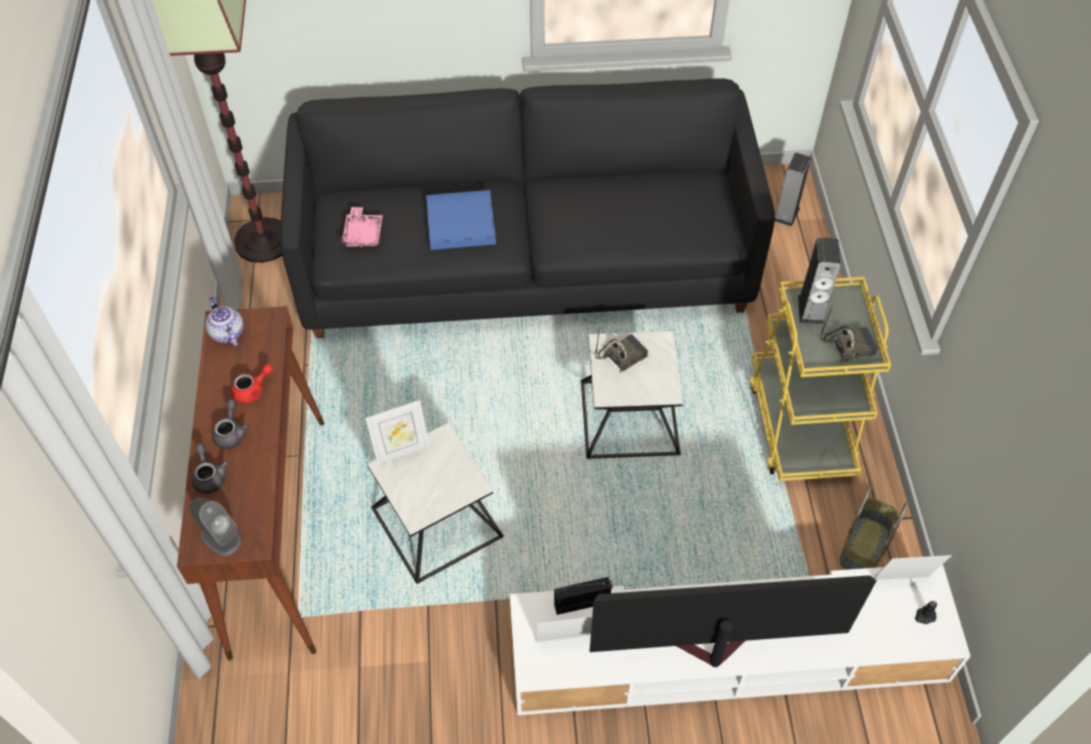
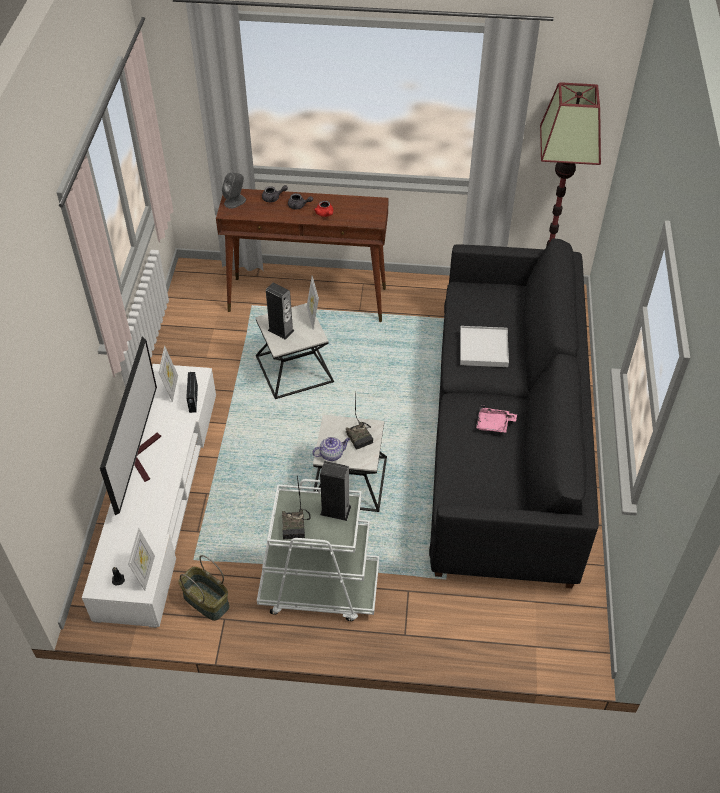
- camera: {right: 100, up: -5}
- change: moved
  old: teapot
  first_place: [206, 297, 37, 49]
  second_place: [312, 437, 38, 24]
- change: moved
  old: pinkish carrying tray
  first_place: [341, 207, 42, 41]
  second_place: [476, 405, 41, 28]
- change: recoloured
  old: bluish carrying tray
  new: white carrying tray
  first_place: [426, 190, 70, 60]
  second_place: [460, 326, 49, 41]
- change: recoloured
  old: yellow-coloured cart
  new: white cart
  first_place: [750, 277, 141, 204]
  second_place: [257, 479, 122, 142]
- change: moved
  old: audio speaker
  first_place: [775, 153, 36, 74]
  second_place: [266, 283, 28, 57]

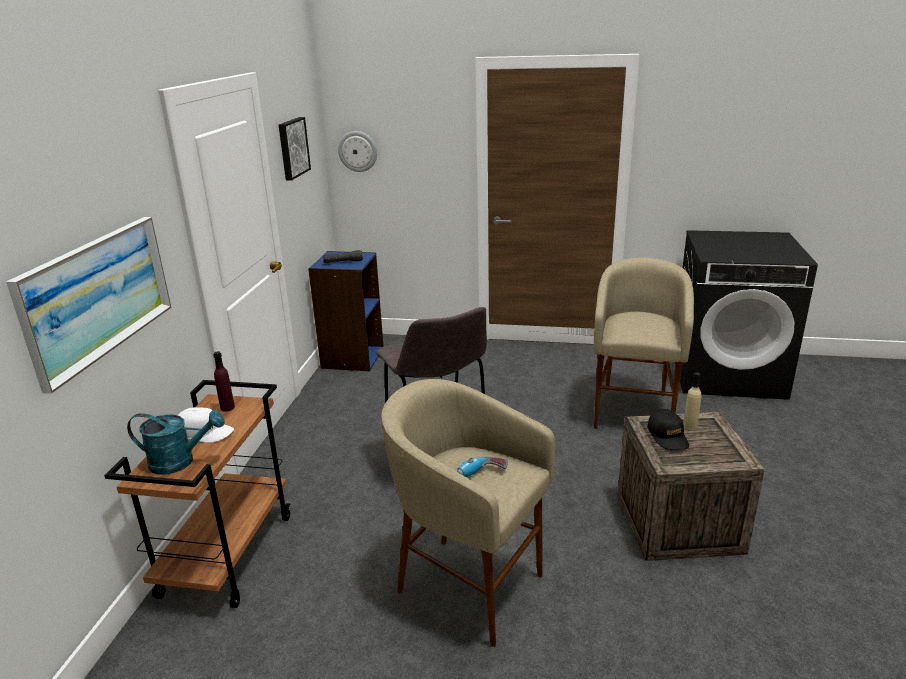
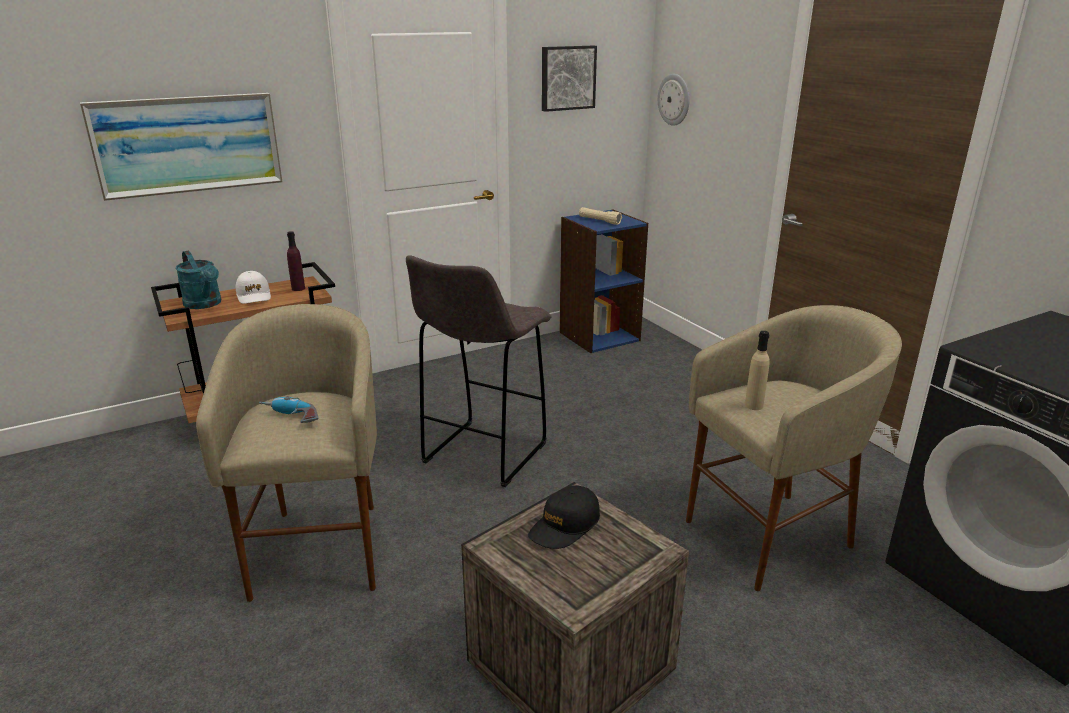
- camera: {right: 50, up: 0}
- change: recoloured
  old: blackish flashlight
  new: beige-coloured flashlight
  first_place: [323, 250, 40, 13]
  second_place: [579, 207, 43, 18]
- change: moved
  old: beige-coloured drink bottle
  first_place: [683, 372, 18, 58]
  second_place: [745, 331, 25, 79]

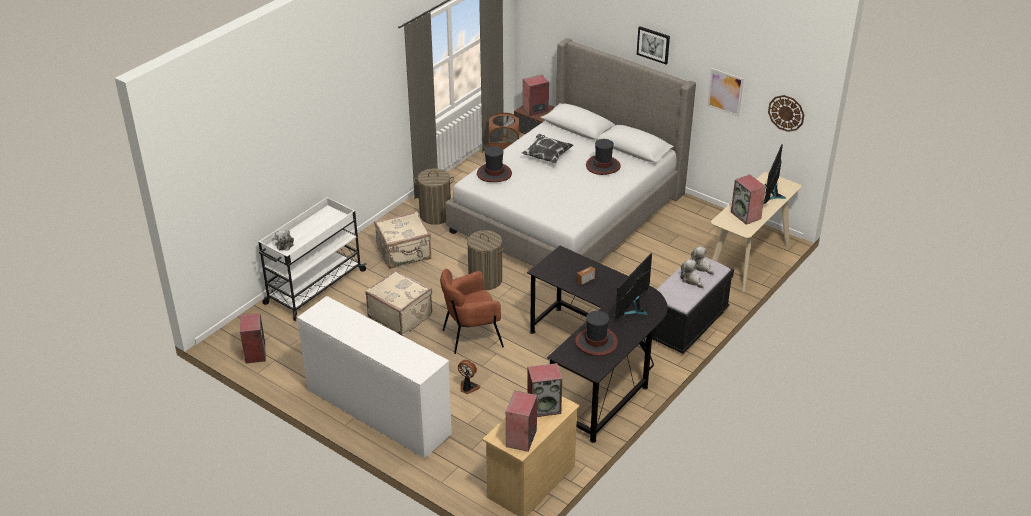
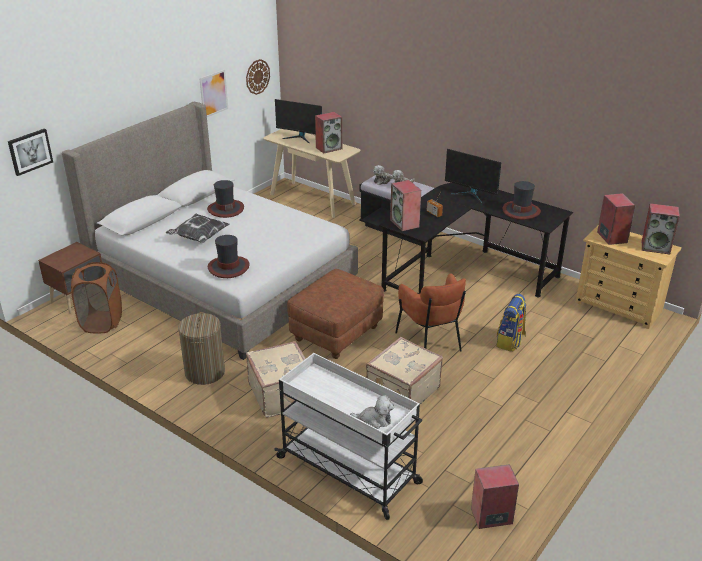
- camera: {right: -90, up: -5}
- change: removed
  old: white chest of drawers
  first_place: [297, 296, 155, 163]
- change: replaced
  old: fan
  new: rucksack
  first_place: [458, 360, 22, 34]
  second_place: [496, 294, 30, 58]
- change: replaced
  old: laundry basket
  new: brown-coloured ottoman
  first_place: [467, 230, 37, 60]
  second_place: [287, 269, 97, 90]
- change: moved
  old: audio speaker
  first_place: [523, 75, 26, 41]
  second_place: [390, 180, 31, 51]
- change: moved
  old: wall picture
  first_place: [637, 26, 33, 38]
  second_place: [8, 129, 45, 47]

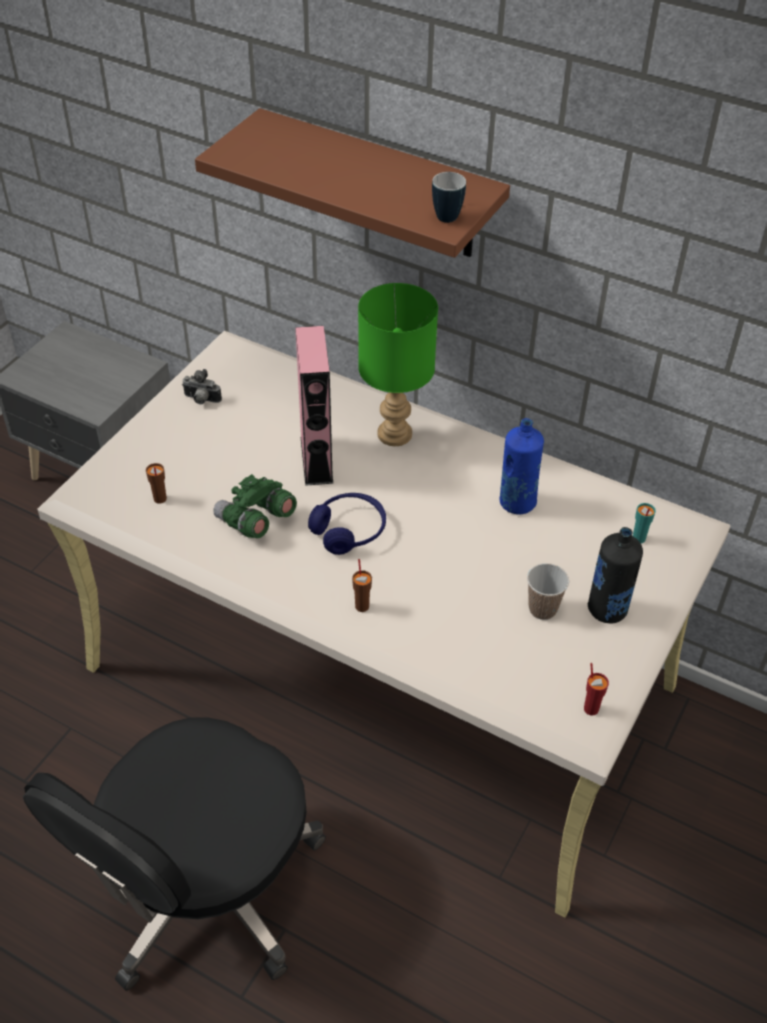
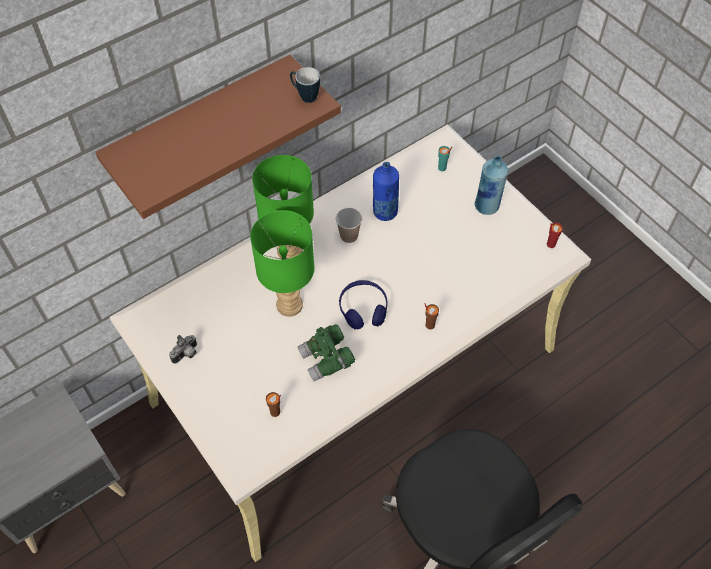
- camera: {right: -65, up: 10}
- change: replaced
  old: pinkish audio speaker
  new: greenish lamp for a table
  first_place: [295, 326, 38, 160]
  second_place: [250, 210, 64, 107]
- change: moved
  old: cup
  first_place: [527, 563, 42, 57]
  second_place: [336, 208, 26, 35]
- change: recoloured
  old: blackish drink bottle
  new: bluish drink bottle
  first_place: [588, 527, 55, 96]
  second_place: [474, 156, 34, 59]

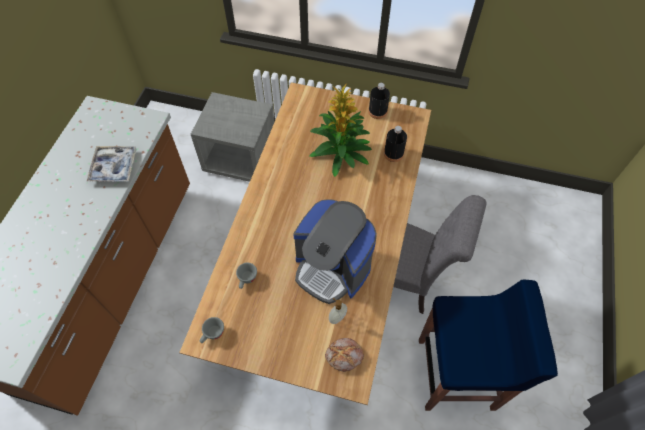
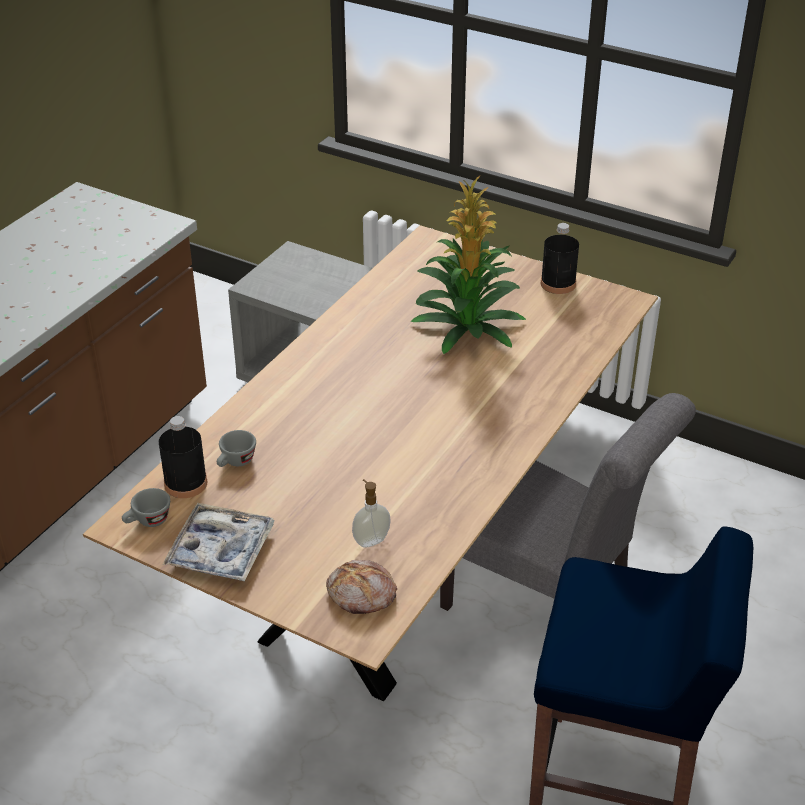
- camera: {right: 15, up: -20}
- change: moved
  old: carrying tray
  first_place: [86, 146, 50, 36]
  second_place: [162, 503, 112, 79]
- change: removed
  old: coffee machine
  first_place: [293, 199, 84, 105]
- change: moved
  old: blackish drink bottle
  first_place: [384, 126, 23, 36]
  second_place: [159, 416, 48, 82]

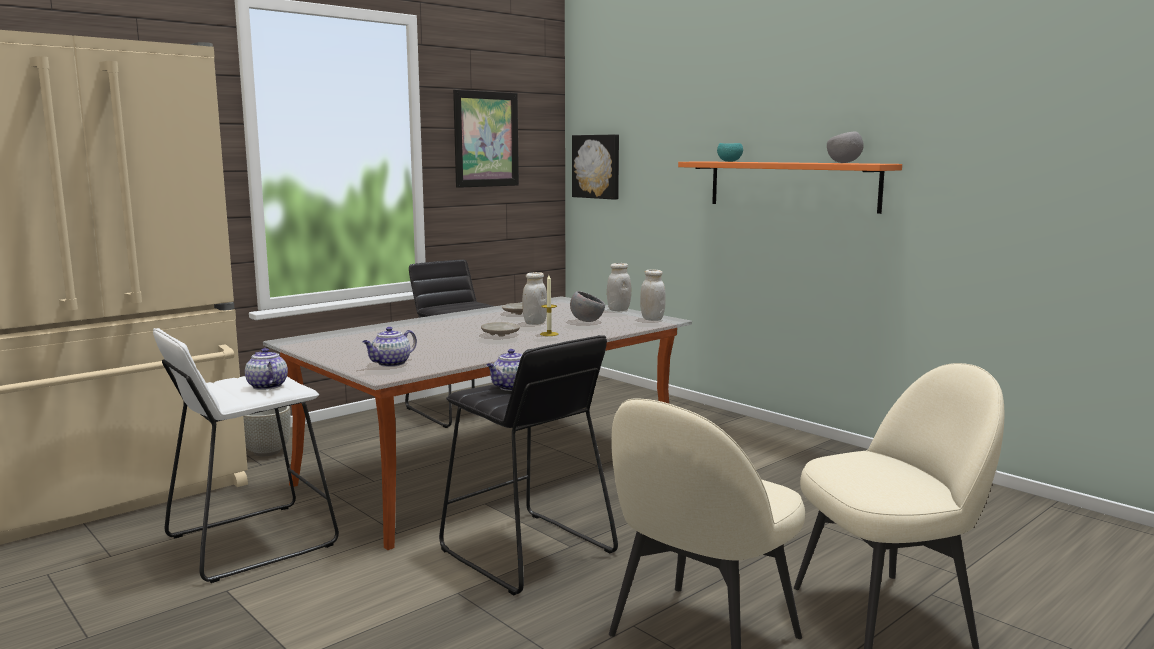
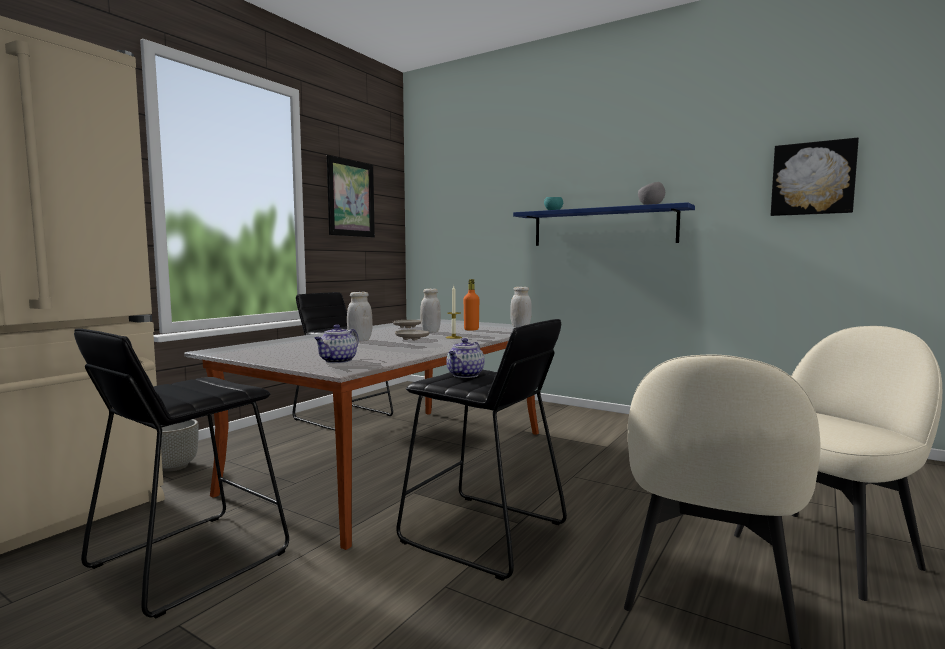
- camera: {right: -15, up: -5}
- change: recoloured
  old: white stool
  new: blackish stool
  first_place: [153, 328, 186, 255]
  second_place: [74, 329, 215, 290]
- change: removed
  old: teapot
  first_place: [245, 348, 43, 42]
- change: replaced
  old: gray bowl
  new: orange drink bottle
  first_place: [570, 291, 35, 31]
  second_place: [464, 279, 15, 52]
- change: moved
  old: wall picture
  first_place: [572, 135, 47, 65]
  second_place: [771, 138, 88, 78]
- change: moved
  old: white preserve jar
  first_place: [607, 263, 24, 48]
  second_place: [347, 292, 26, 49]
- change: recoloured
  old: orange shelf
  new: bluish shelf
  first_place: [678, 161, 224, 53]
  second_place: [513, 202, 182, 44]

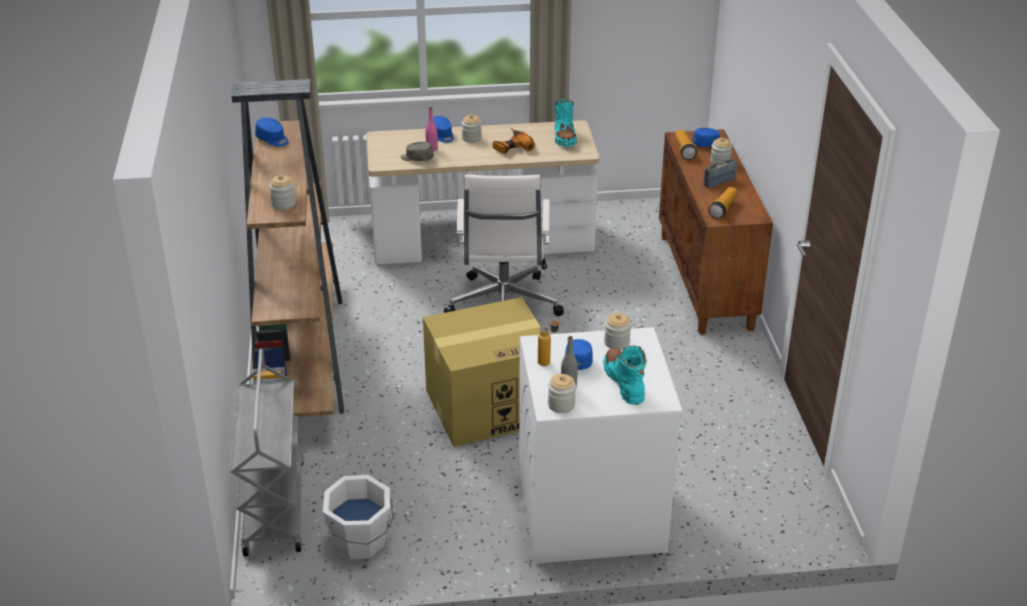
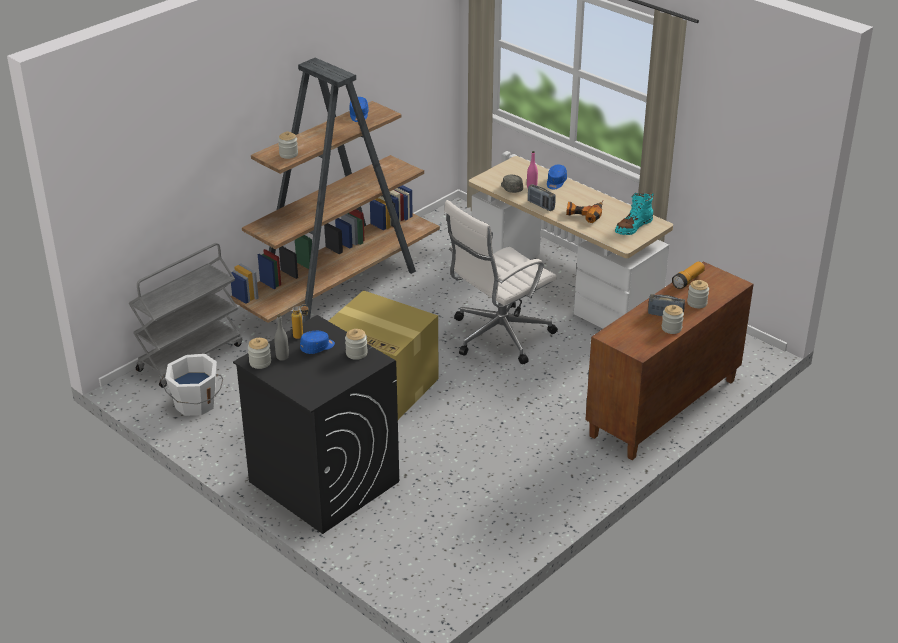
- camera: {right: 50, up: 0}
- change: moved
  old: preserve jar
  first_place: [462, 114, 20, 29]
  second_place: [662, 305, 22, 29]
- change: recoloured
  old: white laundry machine
  new: blackish laundry machine
  first_place: [519, 327, 163, 237]
  second_place: [233, 315, 166, 219]
- change: removed
  old: turquoise boot
  first_place: [603, 346, 44, 59]
- change: removed
  old: bluish baseball cap
  first_place: [693, 128, 27, 19]
- change: removed
  old: flashlight
  first_place: [708, 187, 30, 32]
- change: added
  new: radio receiver
  second_place: [528, 184, 28, 27]

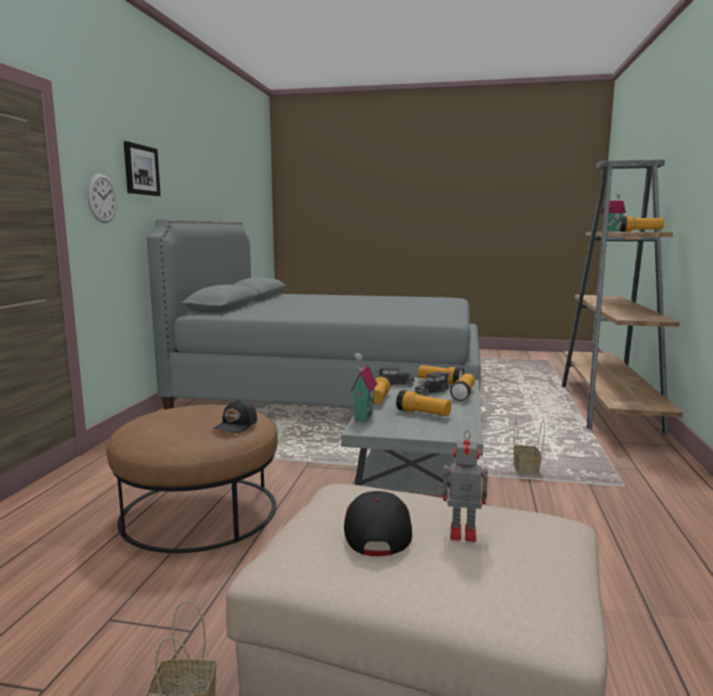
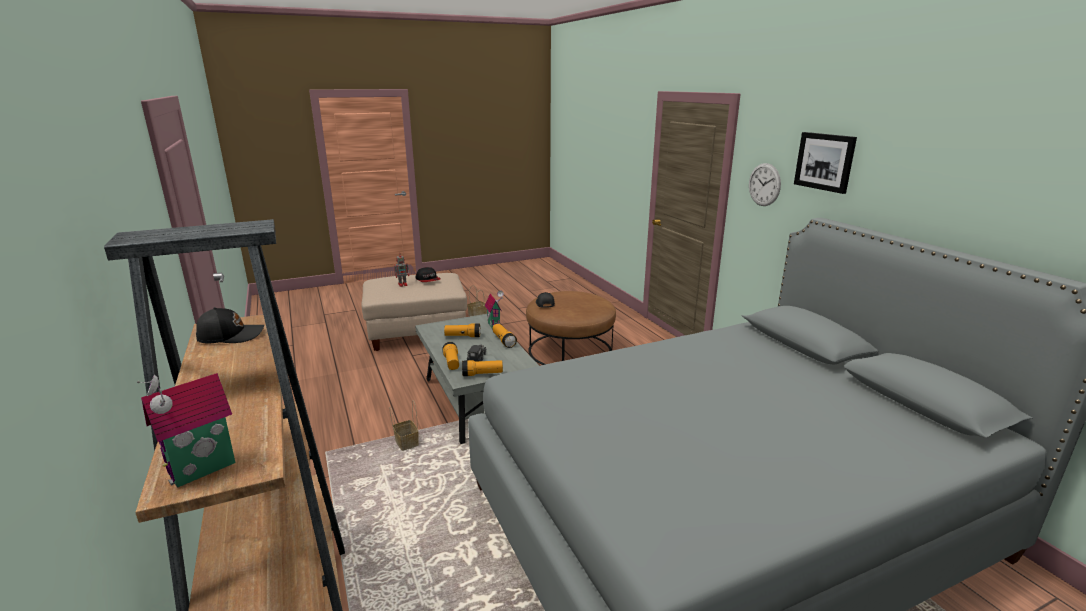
- camera: {right: 145, up: 10}
- change: removed
  old: toy truck
  first_place: [375, 366, 40, 20]
- change: replaced
  old: flashlight
  new: blackish baseball cap
  first_place: [619, 216, 45, 16]
  second_place: [196, 307, 68, 36]

